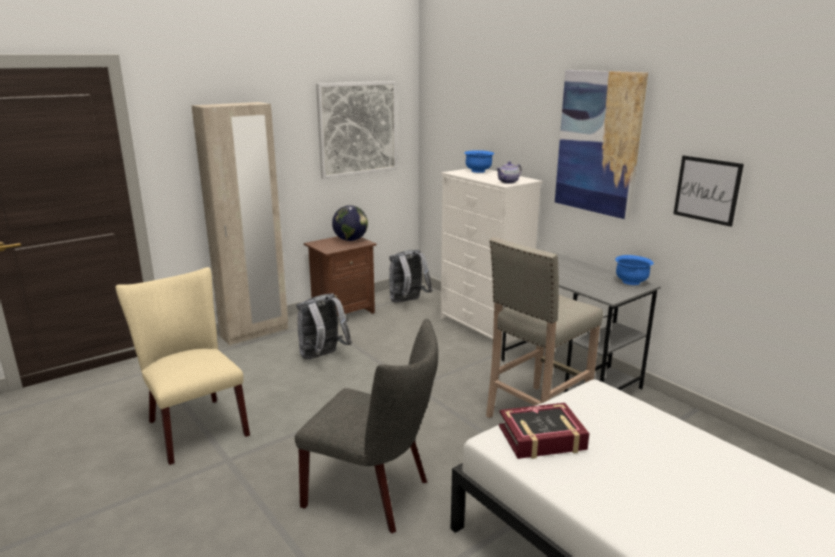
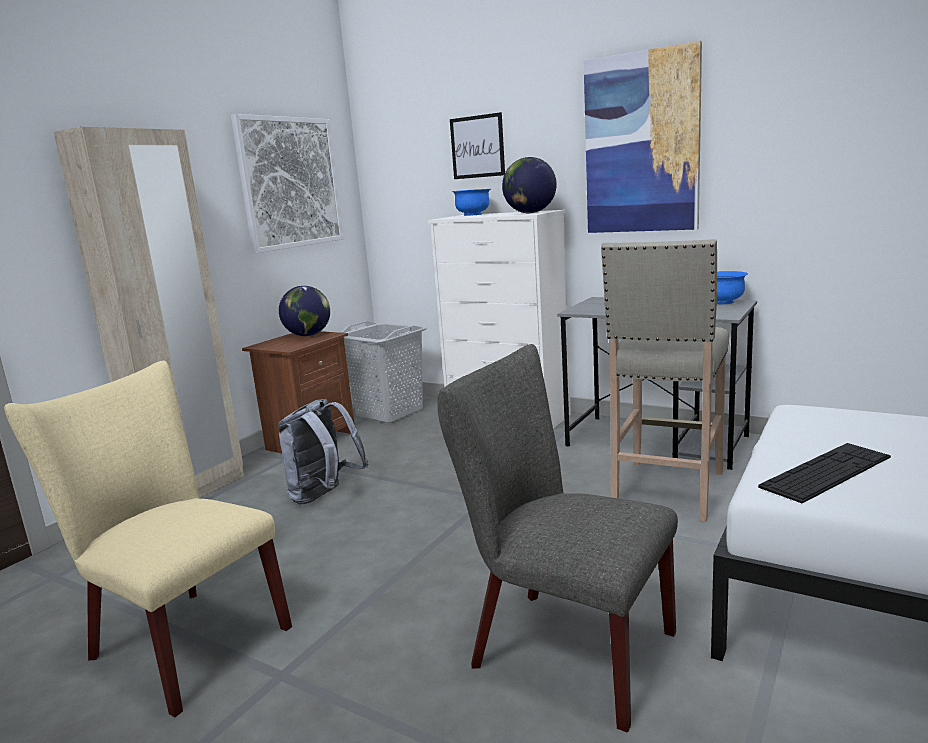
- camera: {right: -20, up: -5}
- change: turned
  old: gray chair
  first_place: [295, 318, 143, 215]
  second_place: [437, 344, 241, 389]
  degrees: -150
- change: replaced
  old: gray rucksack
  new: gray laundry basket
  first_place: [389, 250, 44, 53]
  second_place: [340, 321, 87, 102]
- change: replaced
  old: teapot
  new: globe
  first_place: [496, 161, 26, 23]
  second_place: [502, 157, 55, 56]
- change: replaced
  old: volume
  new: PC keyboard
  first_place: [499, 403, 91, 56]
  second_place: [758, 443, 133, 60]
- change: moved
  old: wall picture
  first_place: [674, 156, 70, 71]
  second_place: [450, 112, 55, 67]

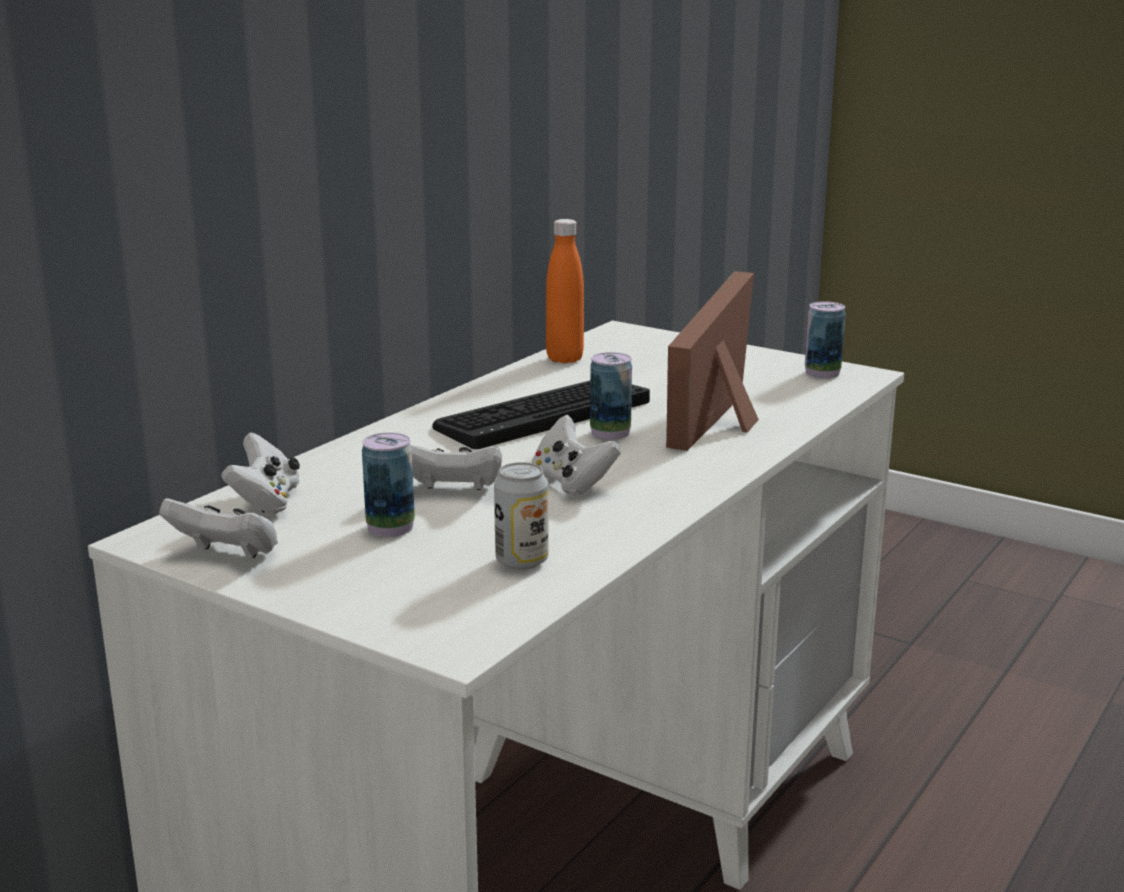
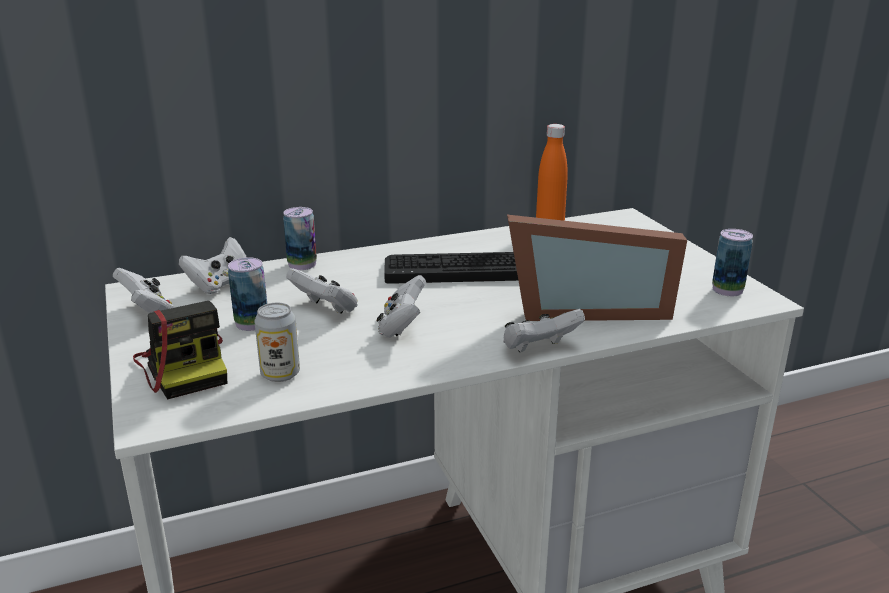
- camera: {right: 35, up: 5}
- change: moved
  old: can
  first_place: [590, 352, 42, 88]
  second_place: [283, 207, 34, 63]
- change: turned
  old: picture frame
  first_place: [666, 271, 93, 180]
  second_place: [507, 215, 180, 106]
  degrees: -150
- change: added
  new: photo camera
  second_place: [133, 301, 94, 98]
- change: added
  new: white game controller
  second_place: [503, 309, 82, 43]

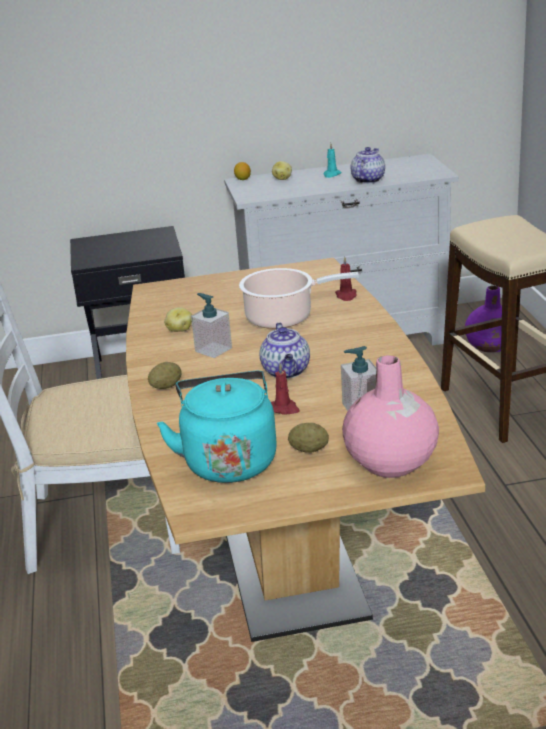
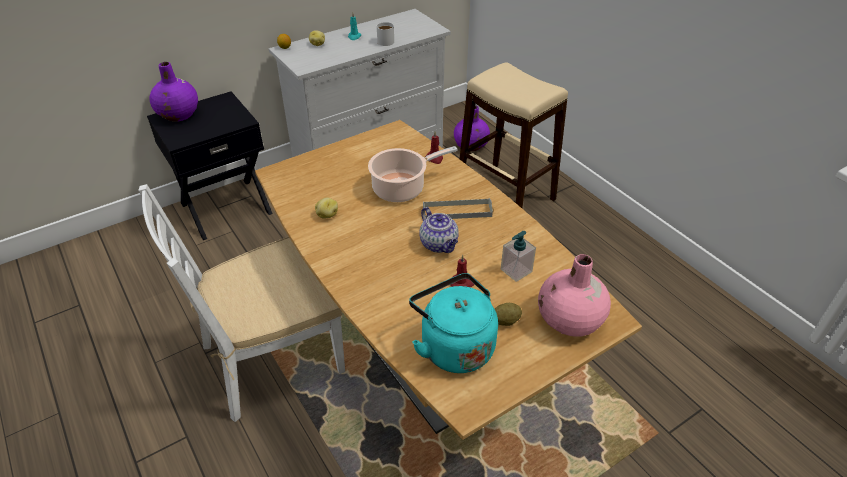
- camera: {right: -25, up: 15}
- change: removed
  old: potato
  first_place: [148, 362, 34, 27]
- change: removed
  old: soap bottle
  first_place: [191, 293, 41, 65]
- change: replaced
  old: teapot
  new: white tea mug
  first_place: [351, 147, 34, 37]
  second_place: [377, 22, 17, 24]
- change: added
  new: purple decorative vase
  second_place: [150, 62, 48, 60]
- change: added
  new: gray carrying tray
  second_place: [423, 198, 70, 21]

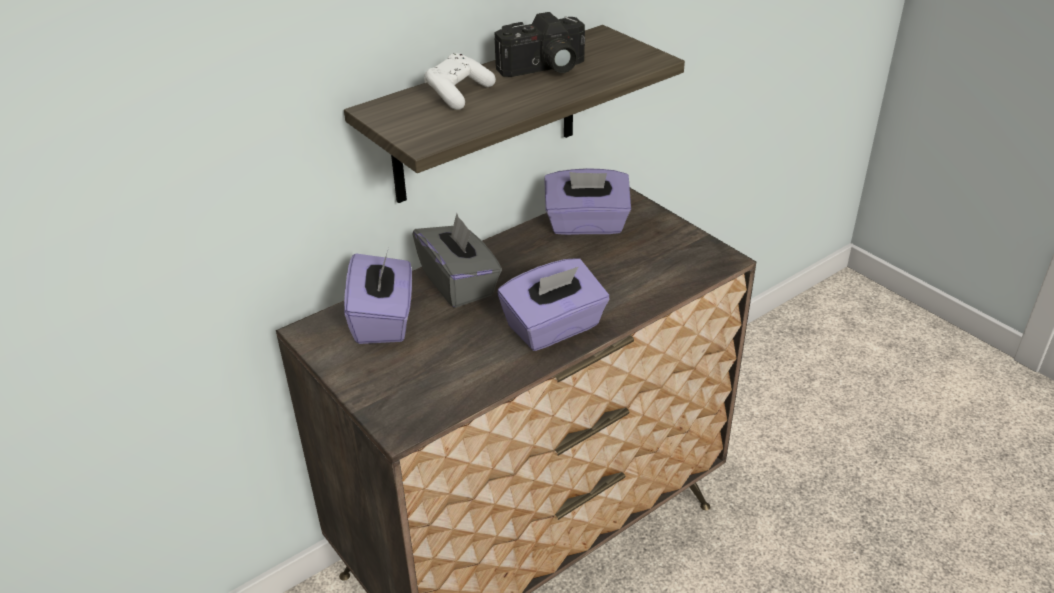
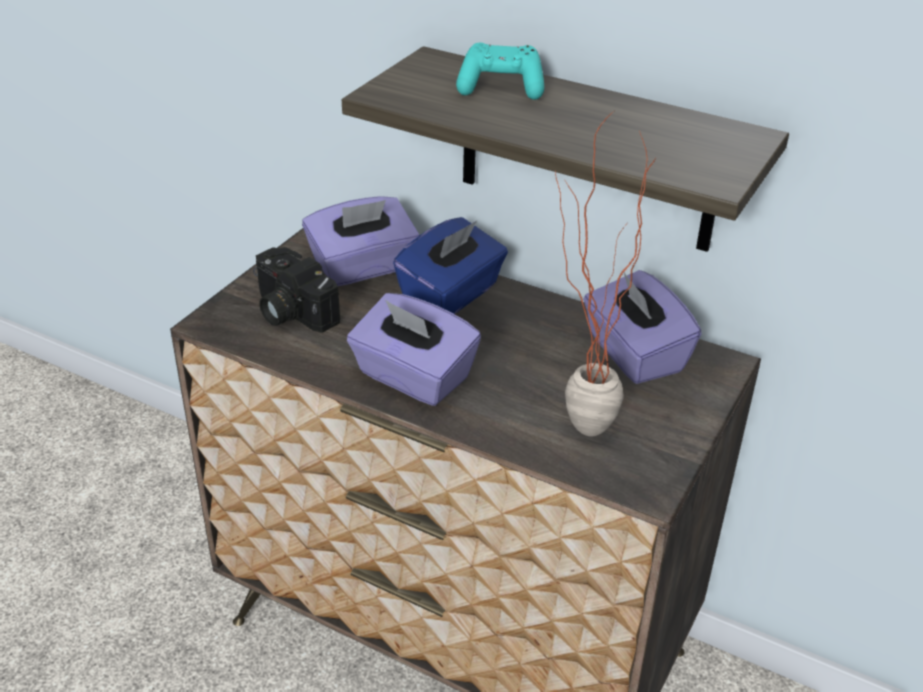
- camera: {right: 65, up: 0}
- change: recoloured
  old: gray box of tissues
  new: bluish box of tissues
  first_place: [412, 213, 90, 95]
  second_place: [393, 217, 115, 97]
- change: recoloured
  old: white game controller
  new: turquoise game controller
  first_place: [424, 53, 72, 57]
  second_place: [456, 43, 88, 57]
- change: moved
  old: photo camera
  first_place: [494, 12, 91, 65]
  second_place: [253, 247, 87, 86]
- change: added
  new: houseplant
  second_place: [555, 112, 101, 324]

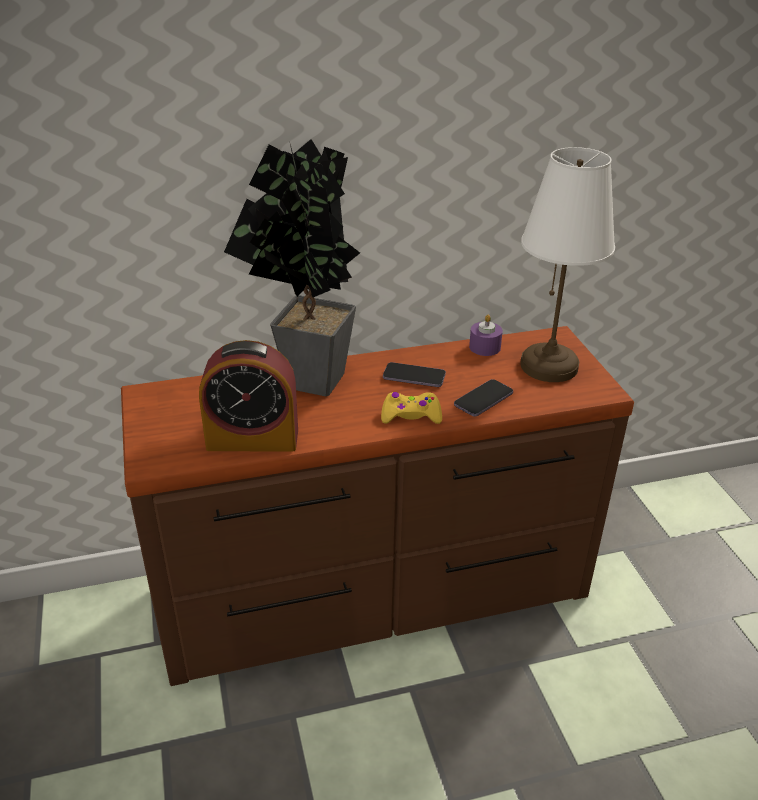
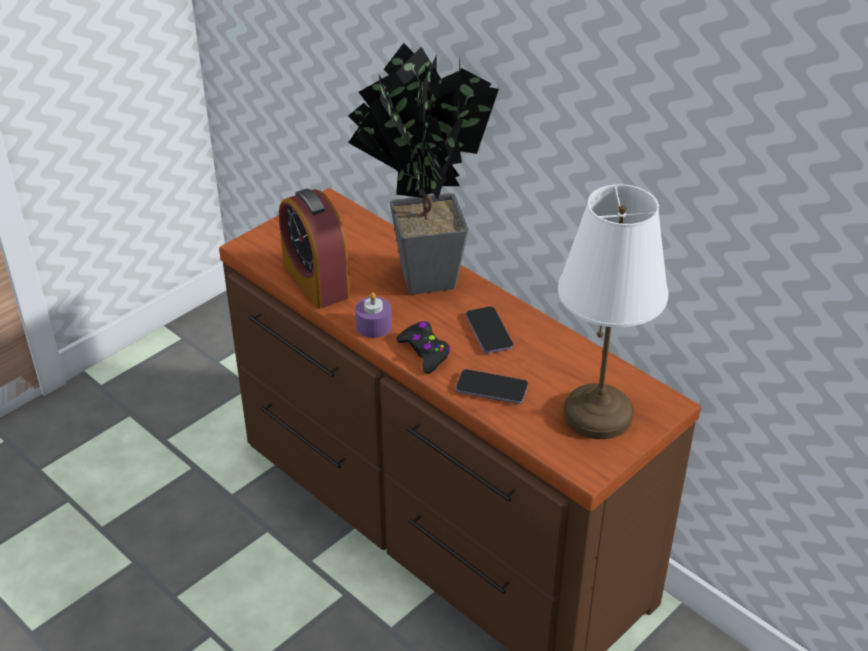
- camera: {right: 60, up: 5}
- change: recoloured
  old: yellow-coloured game controller
  new: blackish game controller
  first_place: [381, 392, 61, 32]
  second_place: [397, 321, 54, 53]
- change: moved
  old: purple wax candle
  first_place: [469, 315, 34, 41]
  second_place: [355, 292, 37, 46]

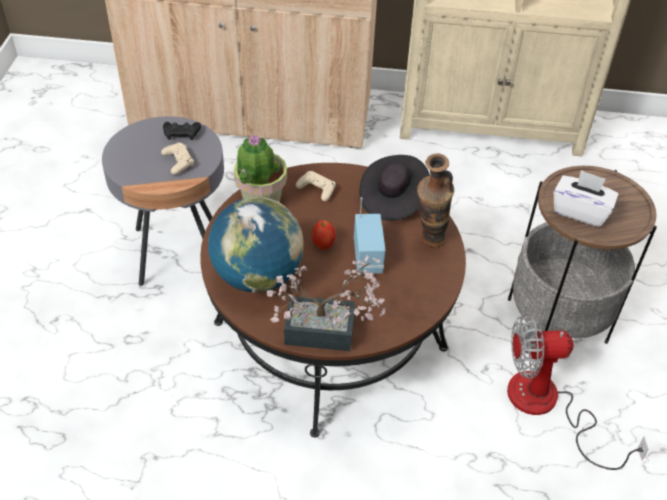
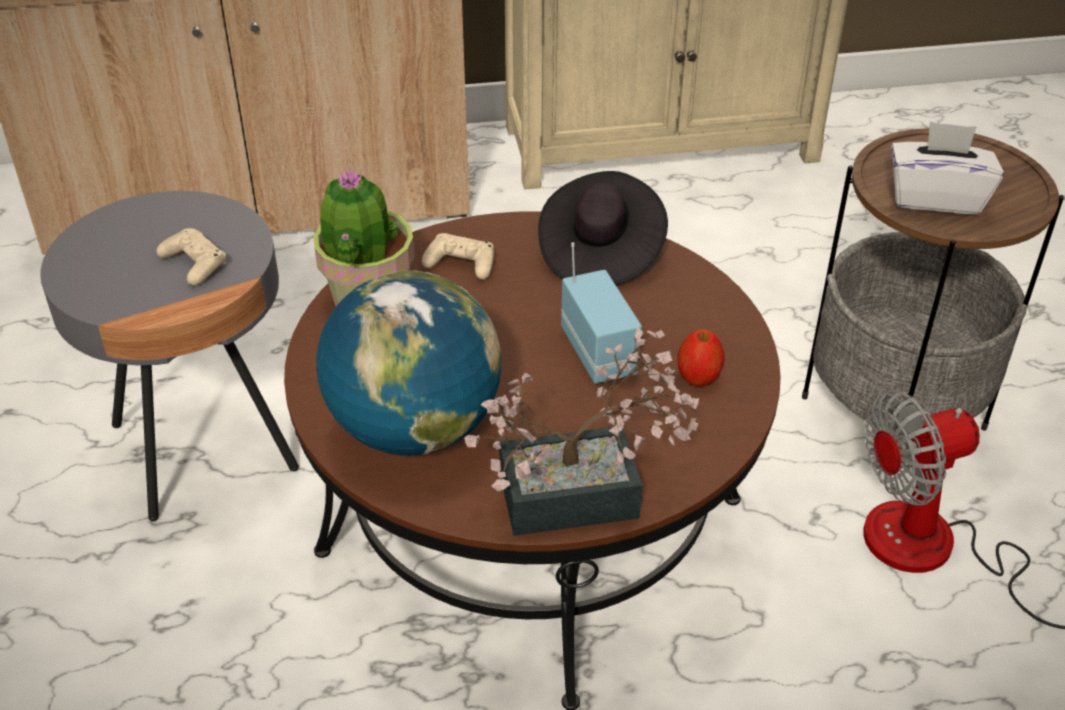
- camera: {right: -15, up: -5}
- change: removed
  old: blackish game controller
  first_place: [163, 122, 38, 18]
- change: moved
  old: apple fruit
  first_place: [311, 220, 25, 30]
  second_place: [677, 330, 48, 56]
- change: removed
  old: decorative vase
  first_place: [417, 154, 37, 93]

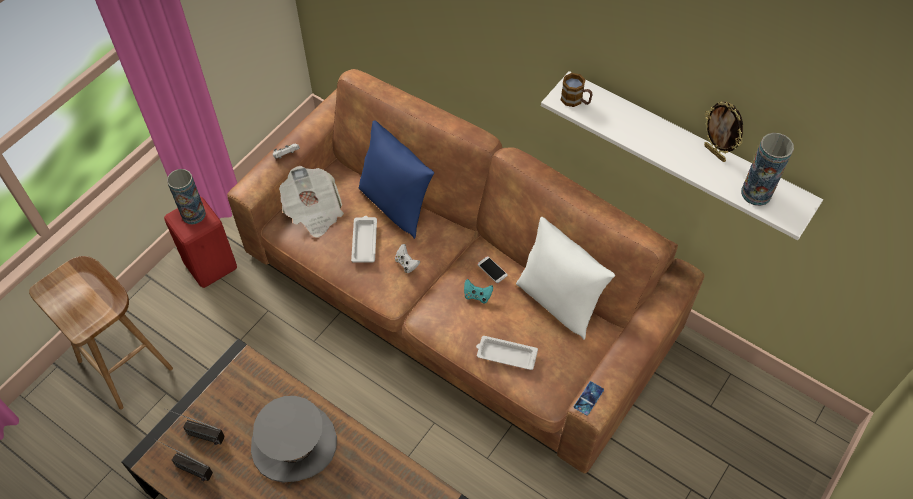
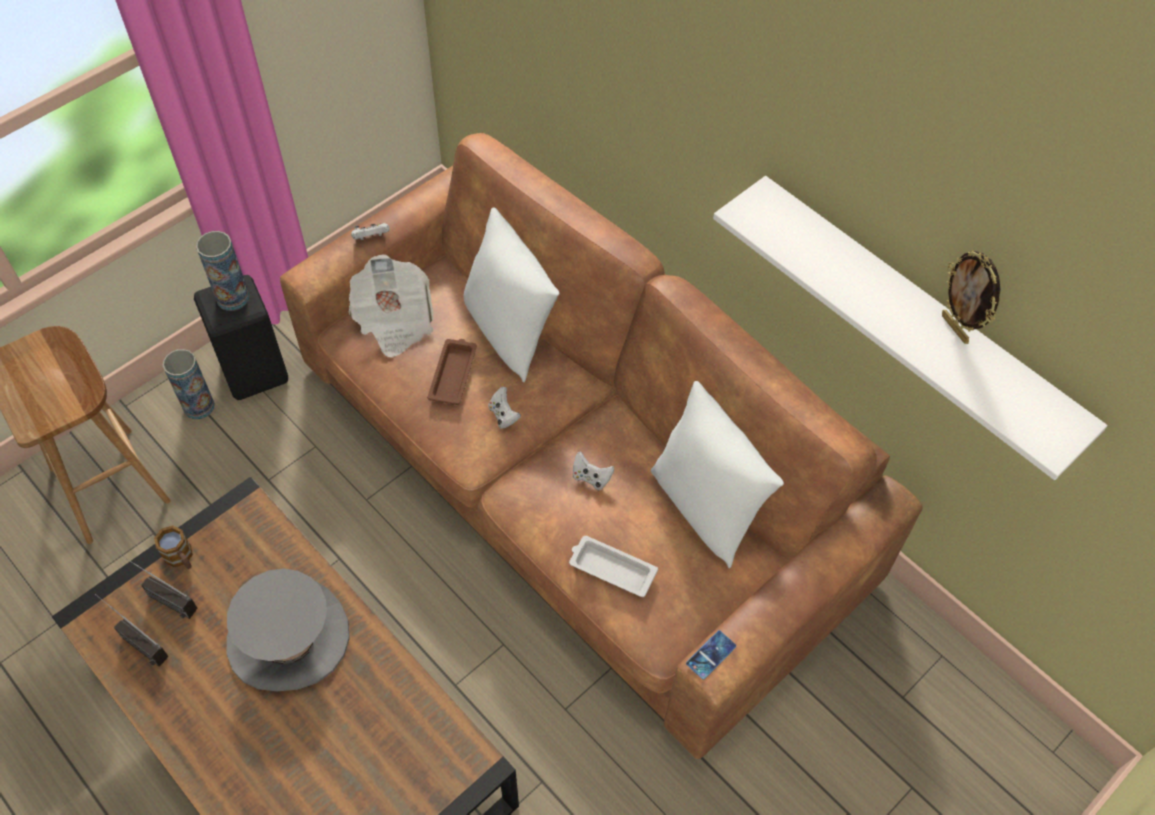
- camera: {right: 10, up: 0}
- change: recoloured
  old: red stool
  new: blackish stool
  first_place: [164, 196, 73, 92]
  second_place: [194, 275, 94, 125]
- change: recoloured
  old: white carrying tray
  new: brown-coloured carrying tray
  first_place: [351, 216, 26, 47]
  second_place: [427, 339, 50, 66]
- change: recoloured
  old: bluish throw pillow
  new: white throw pillow
  first_place: [359, 120, 75, 119]
  second_place: [464, 208, 95, 174]
- change: recoloured
  old: turquoise game controller
  new: white game controller
  first_place: [464, 279, 29, 24]
  second_place: [573, 451, 41, 39]
- change: removed
  old: phone
  first_place: [477, 256, 31, 27]
- change: moved
  old: tea mug
  first_place: [560, 73, 33, 34]
  second_place: [154, 525, 39, 44]
- change: moved
  old: decorative vase
  first_place: [741, 133, 53, 73]
  second_place: [163, 349, 52, 71]

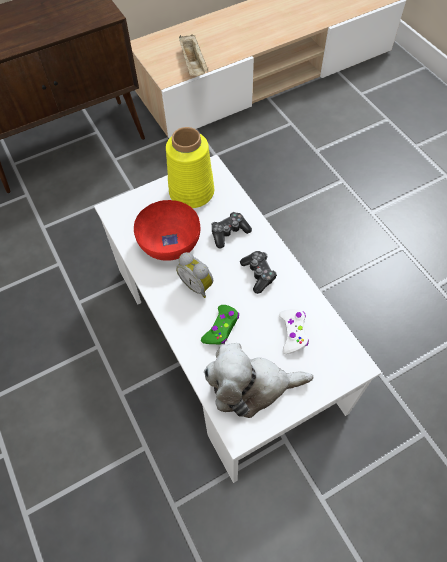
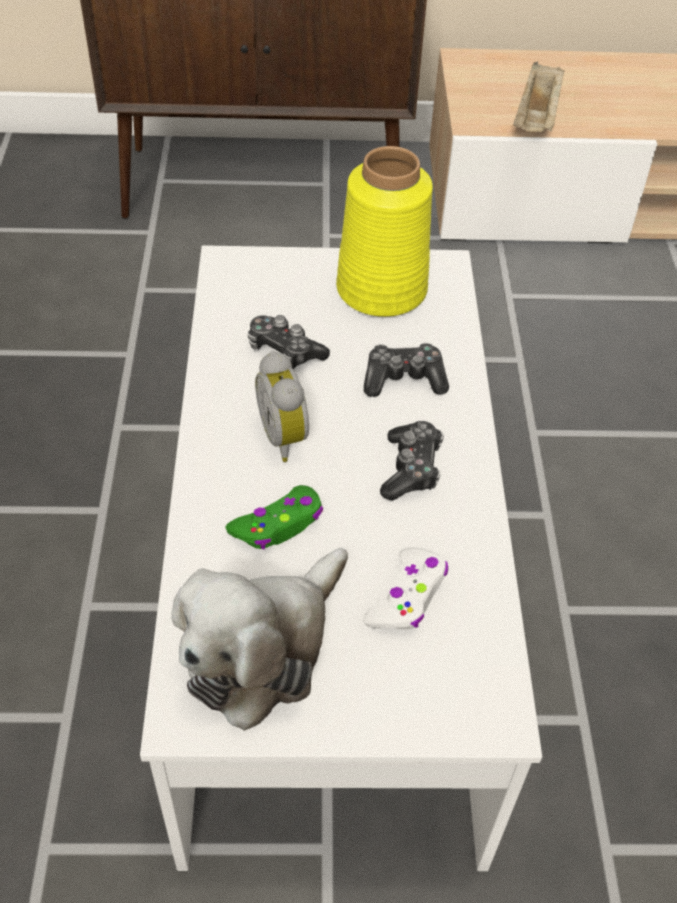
- camera: {right: 25, up: -10}
- change: replaced
  old: red bowl
  new: game controller
  first_place: [134, 200, 66, 61]
  second_place: [248, 315, 82, 54]
- change: turned
  old: soft toy
  first_place: [204, 343, 109, 75]
  second_place: [171, 548, 177, 183]
  degrees: -75

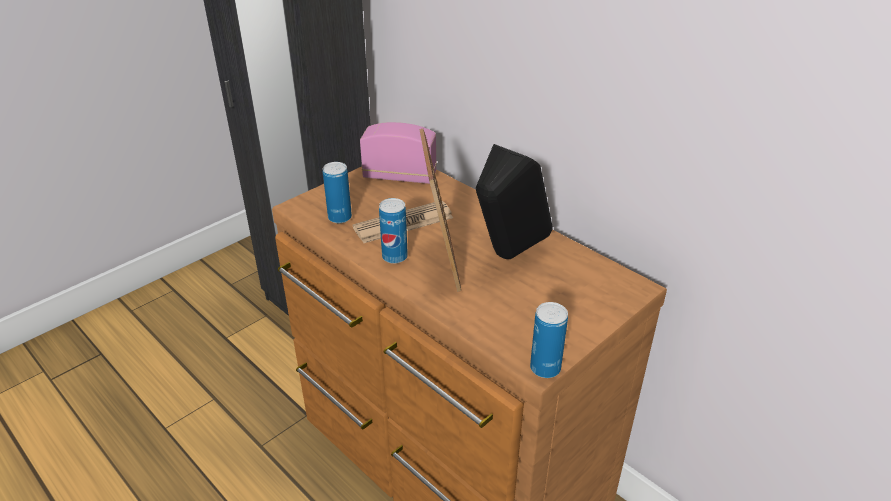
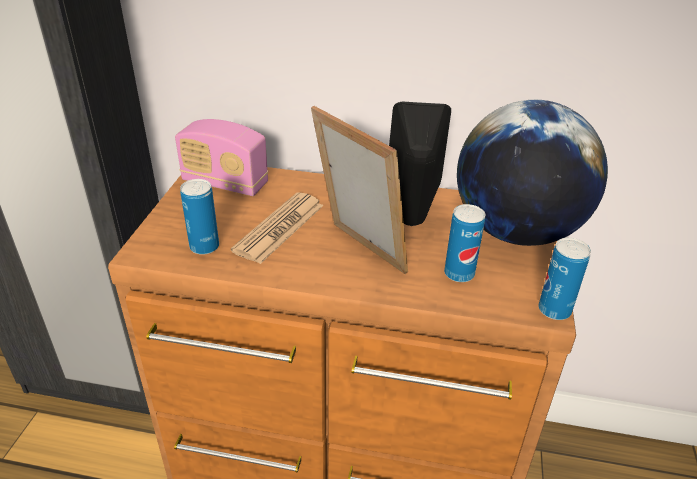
- camera: {right: -35, up: 0}
- change: turned
  old: radio receiver
  first_place: [360, 122, 77, 62]
  second_place: [175, 119, 93, 77]
  degrees: -135
- change: moved
  old: can
  first_place: [379, 198, 29, 66]
  second_place: [444, 204, 41, 78]
- change: added
  new: globe
  second_place: [457, 100, 151, 146]

